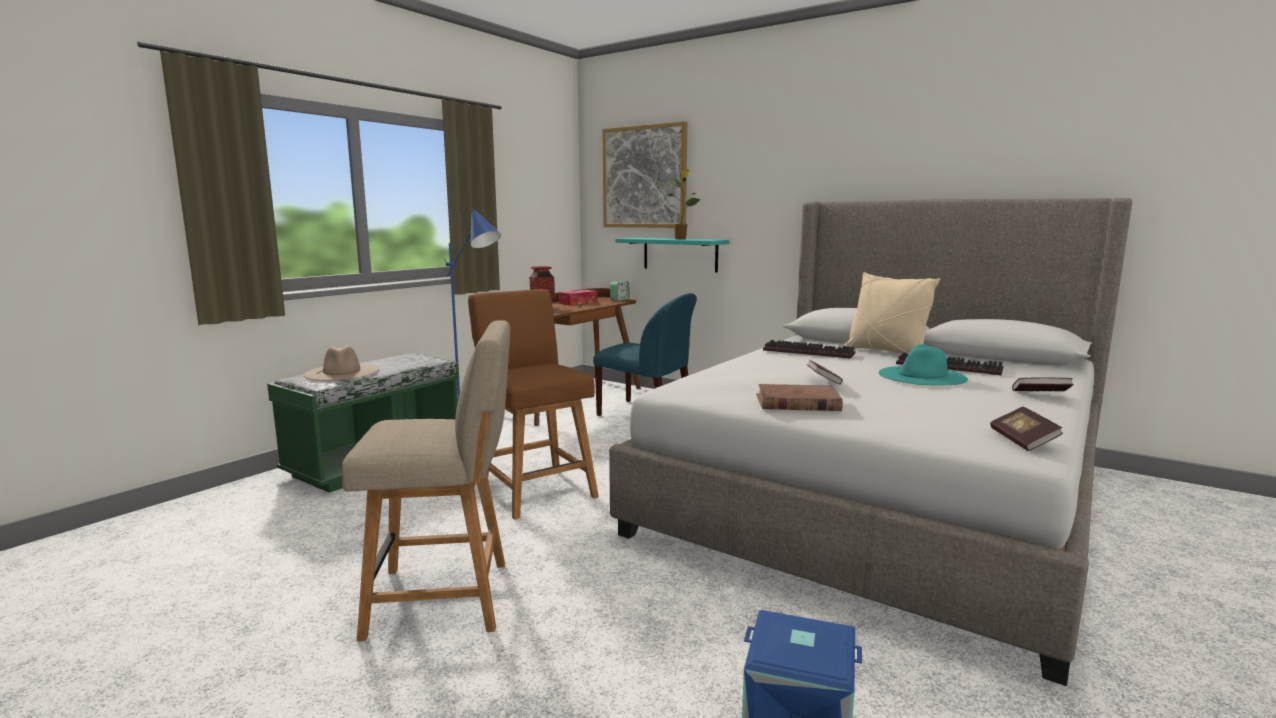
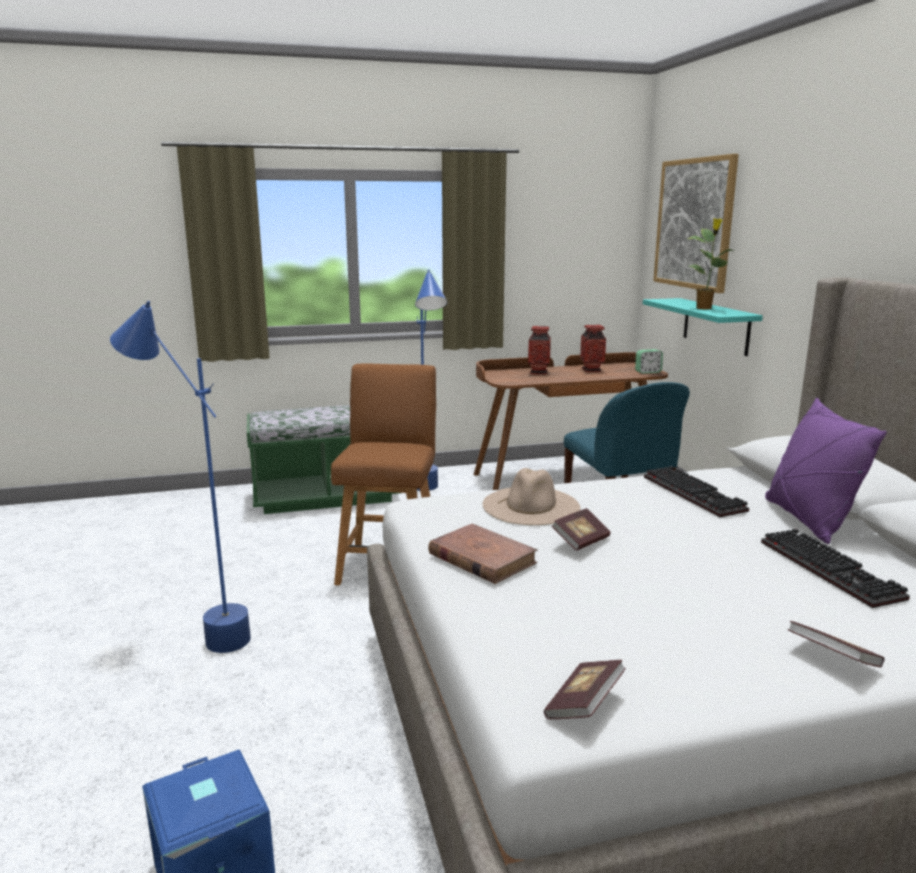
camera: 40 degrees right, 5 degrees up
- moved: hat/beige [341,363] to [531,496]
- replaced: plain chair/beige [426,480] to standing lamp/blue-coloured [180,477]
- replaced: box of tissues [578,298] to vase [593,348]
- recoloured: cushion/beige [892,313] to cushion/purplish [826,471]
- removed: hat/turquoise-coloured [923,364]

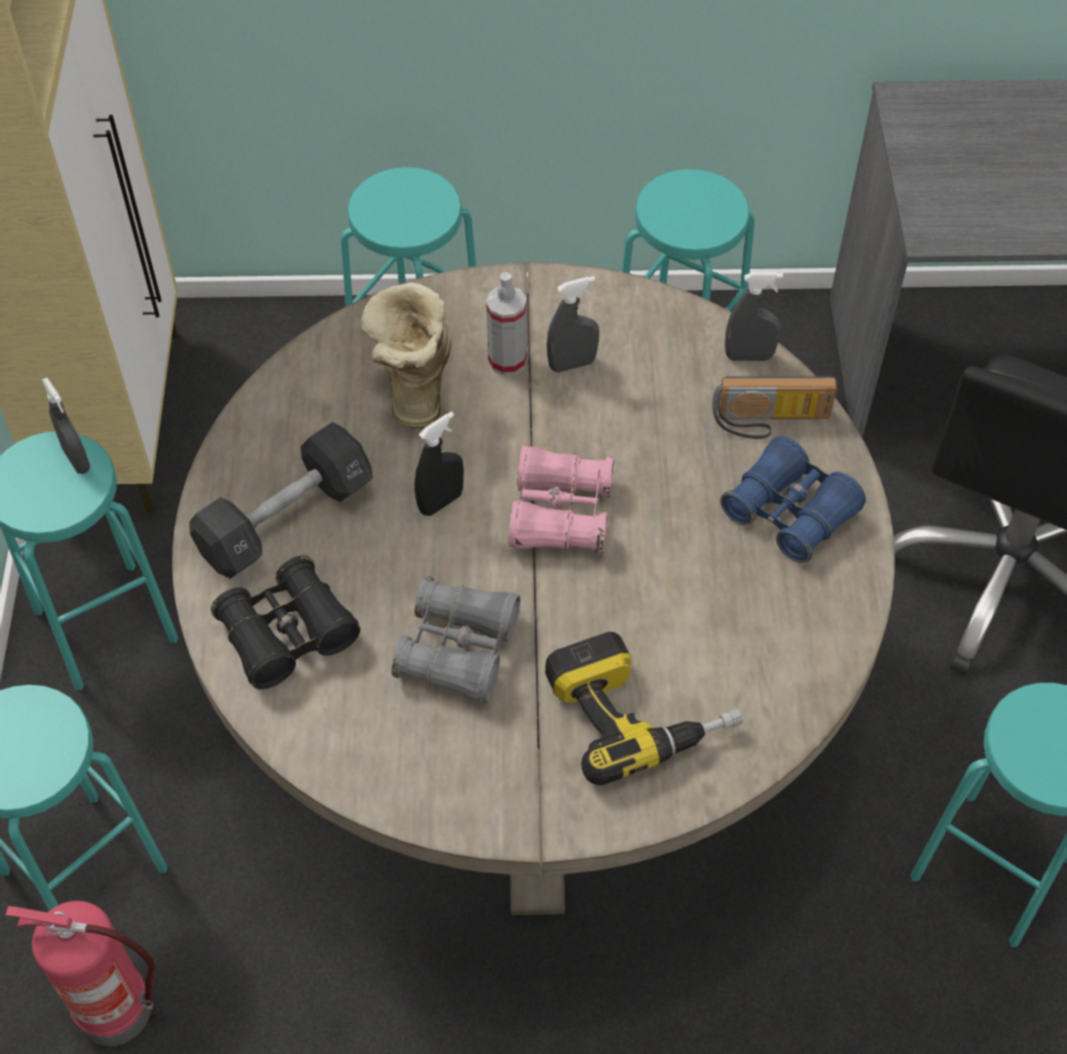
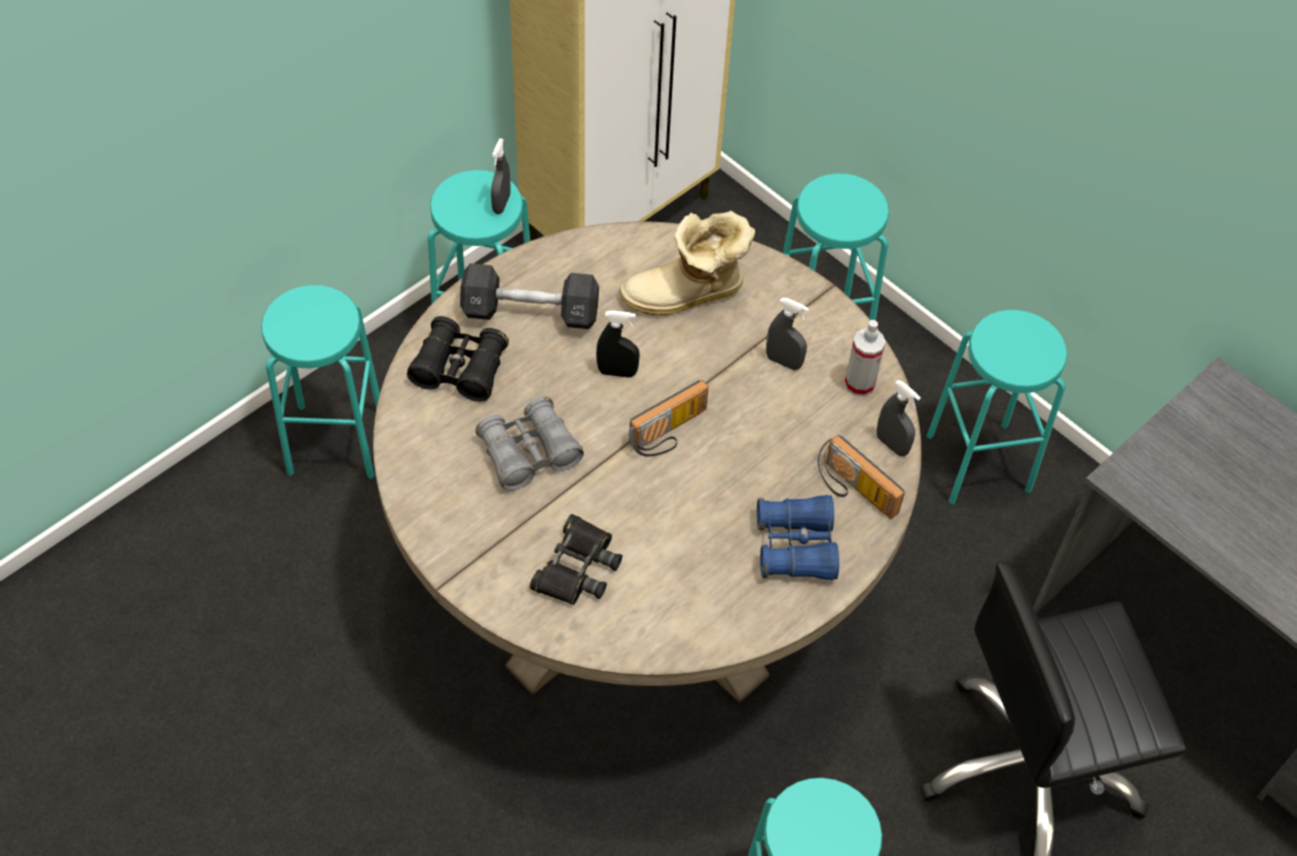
camera: 45 degrees right, 0 degrees up
- removed: extinguisher [80,973]
- turned: tall boot [406,356] = [687,263] 150 degrees counterclockwise
- moved: sprayer [506,324] to [865,358]
- replaced: pair of binoculars/pinkish [561,500] to radio [669,418]
- replaced: power drill [644,708] to pair of binoculars/black [576,559]

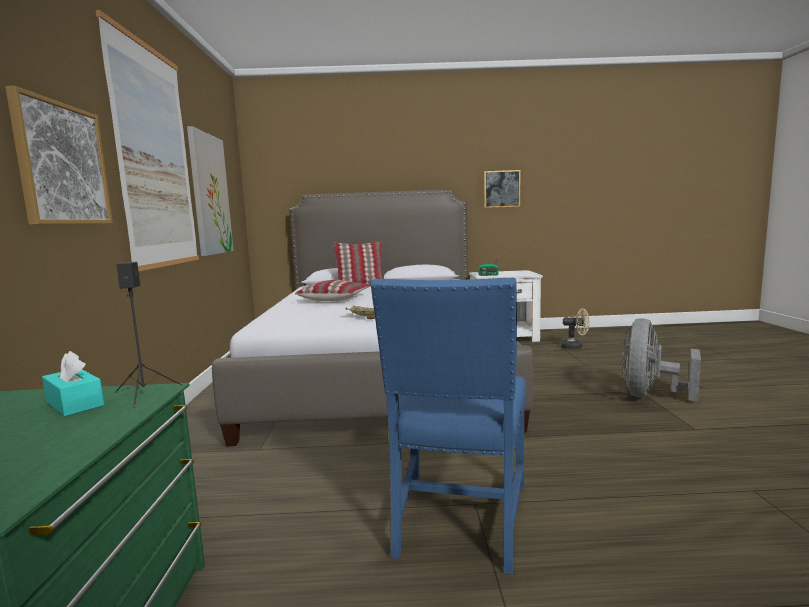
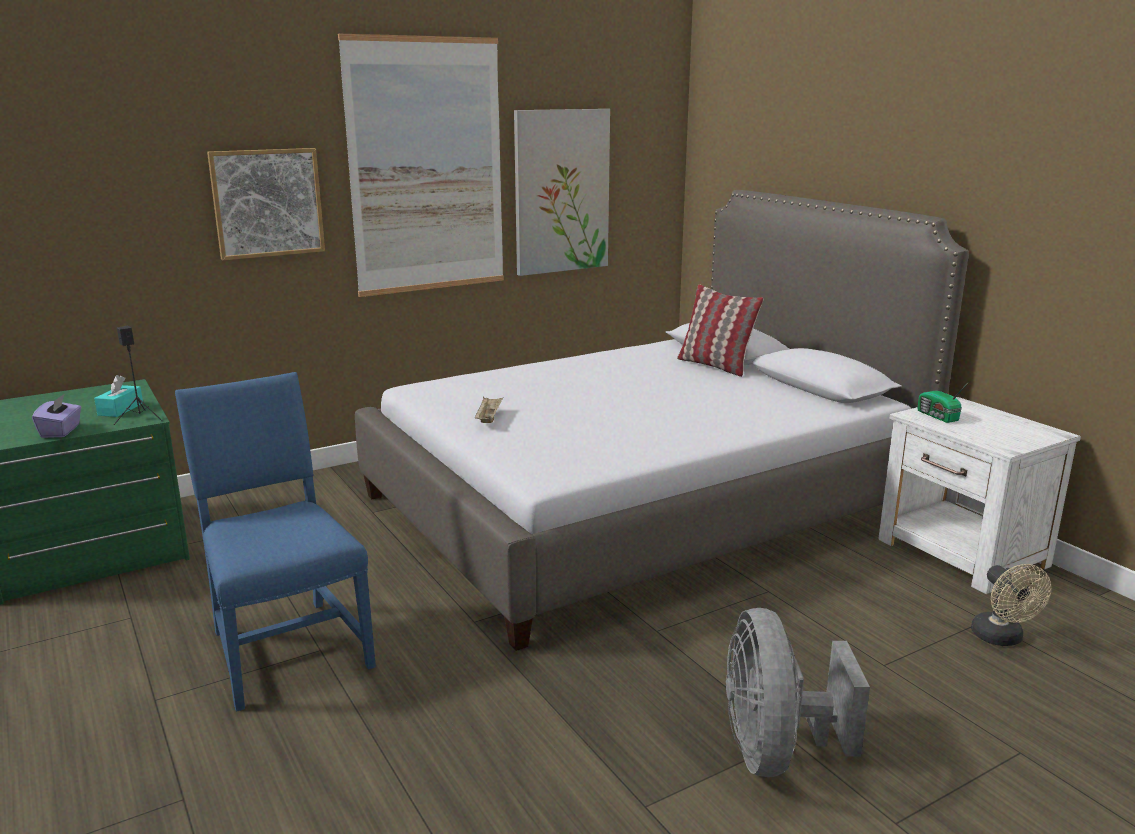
camera: 60 degrees right, 10 degrees up
- removed: cushion [332,290]
- turned: plain chair/blue-coloured [448,425] = [275,542] 75 degrees clockwise
- removed: wall picture [502,189]
- turned: electric fan/greyish [661,359] = [798,692] 90 degrees counterclockwise
- added: box of tissues/purplish [56,416]

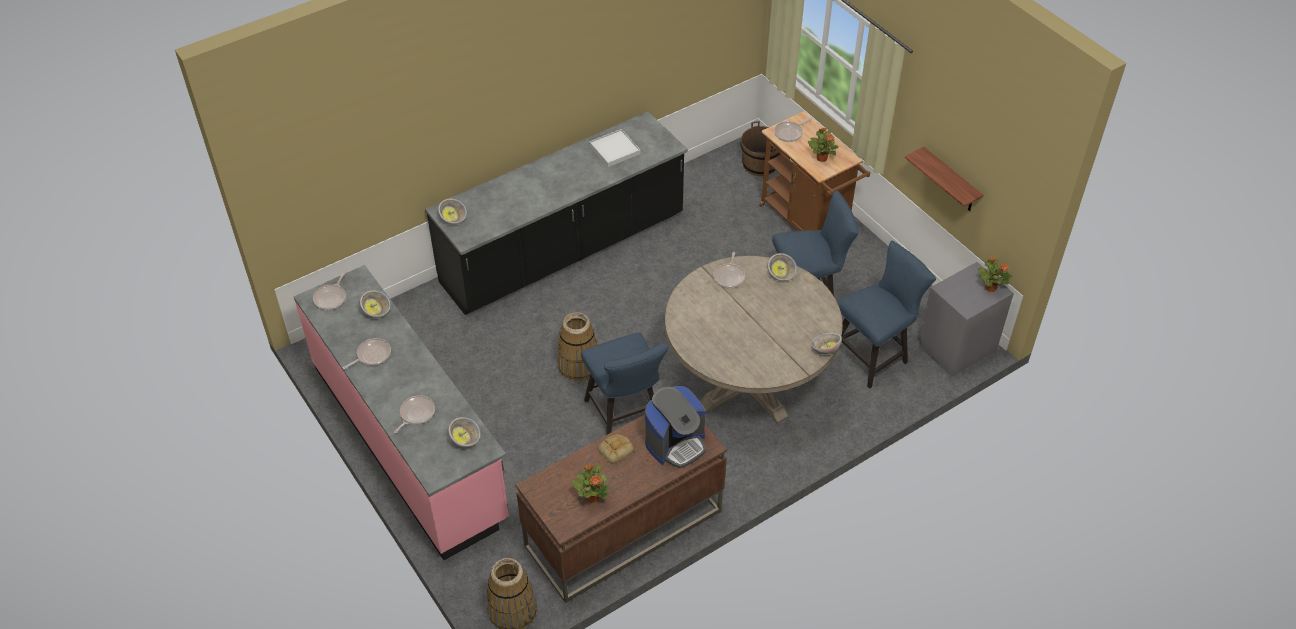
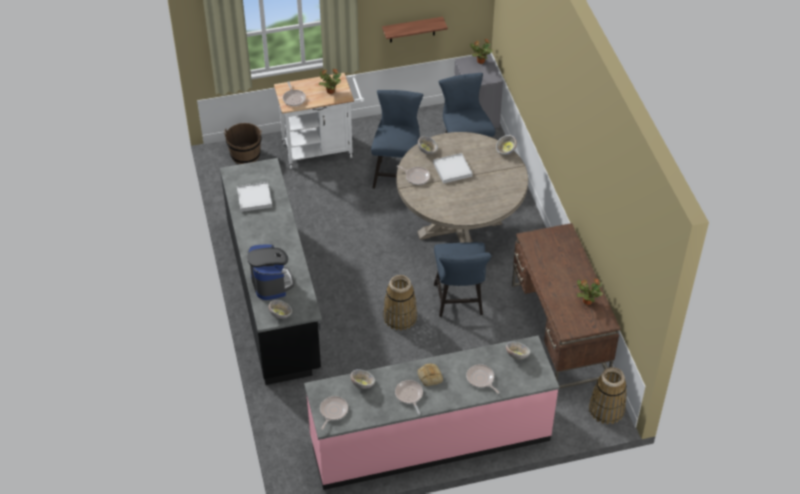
camera: 70 degrees left, 0 degrees up
- turned: skillet [329,291] = [334,413] 105 degrees counterclockwise
- turned: plain chair/blue-coloured [624,383] = [462,279] 90 degrees clockwise
- moved: bread [616,449] to [430,374]
- moved: coffee machine [675,427] to [270,272]
- recoloured: wheeled cart/brownish [814,171] to wheeled cart/white [319,120]
- added: serving tray/white [453,168]

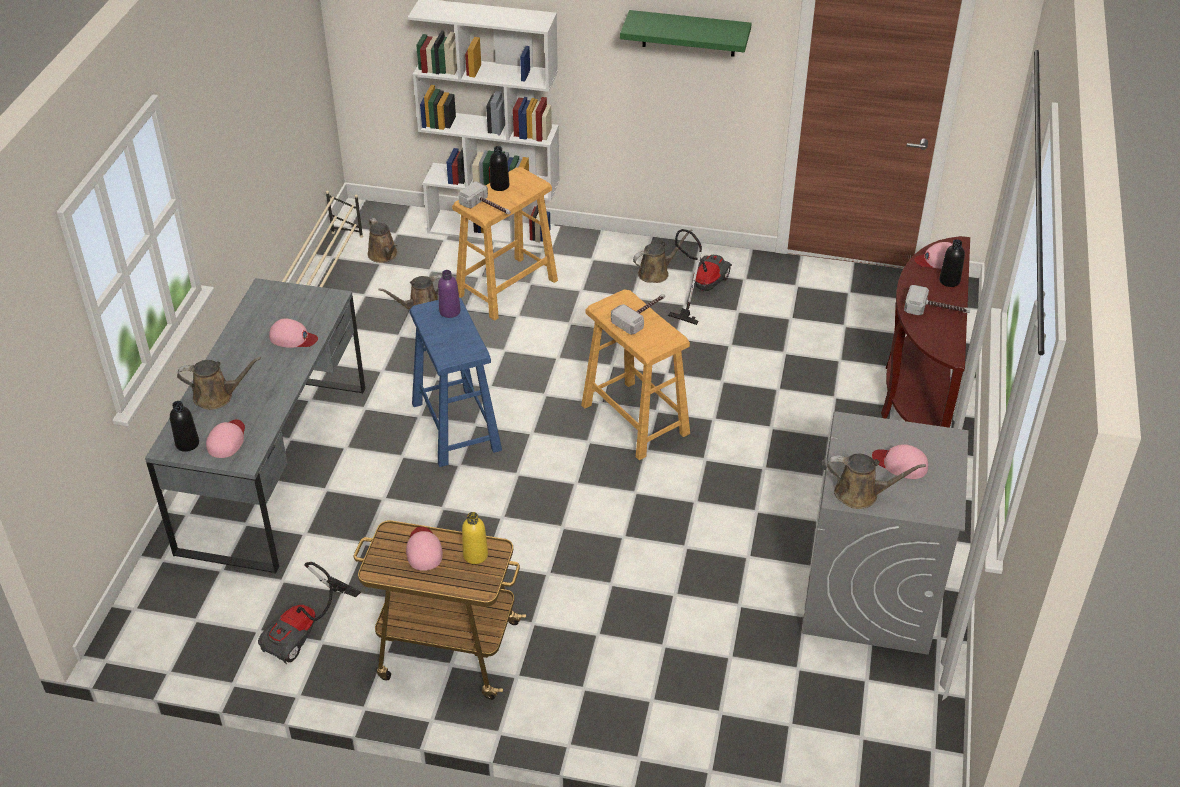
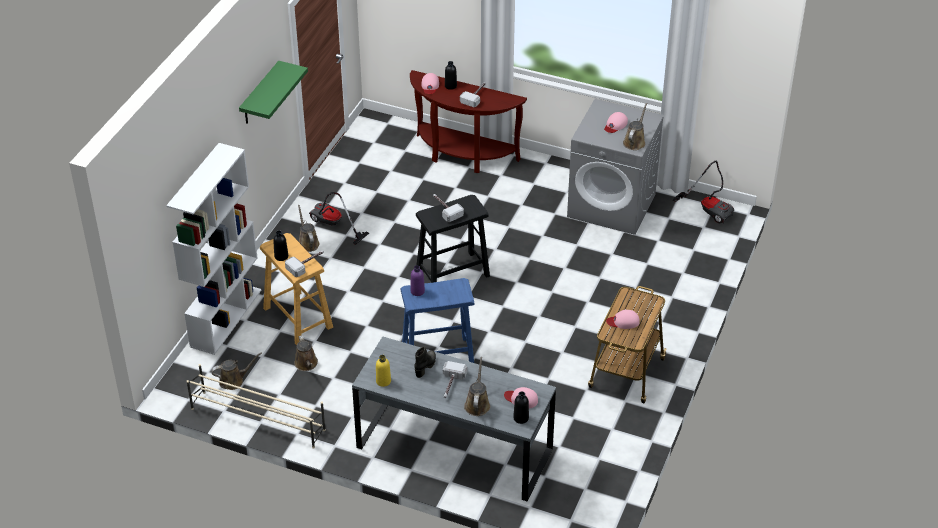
camera: 80 degrees left, 0 degrees up
- moved: vacuum cleaner [309,613] to [703,192]
- replaced: baseball cap/pinkish [293,333] to tall boot/black [425,362]
- moved: drink bottle/yellow-coloured [475,538] to [383,371]
- recoloured: stool/beige [635,374] to stool/black [453,239]
- added: tool hammer [455,379]

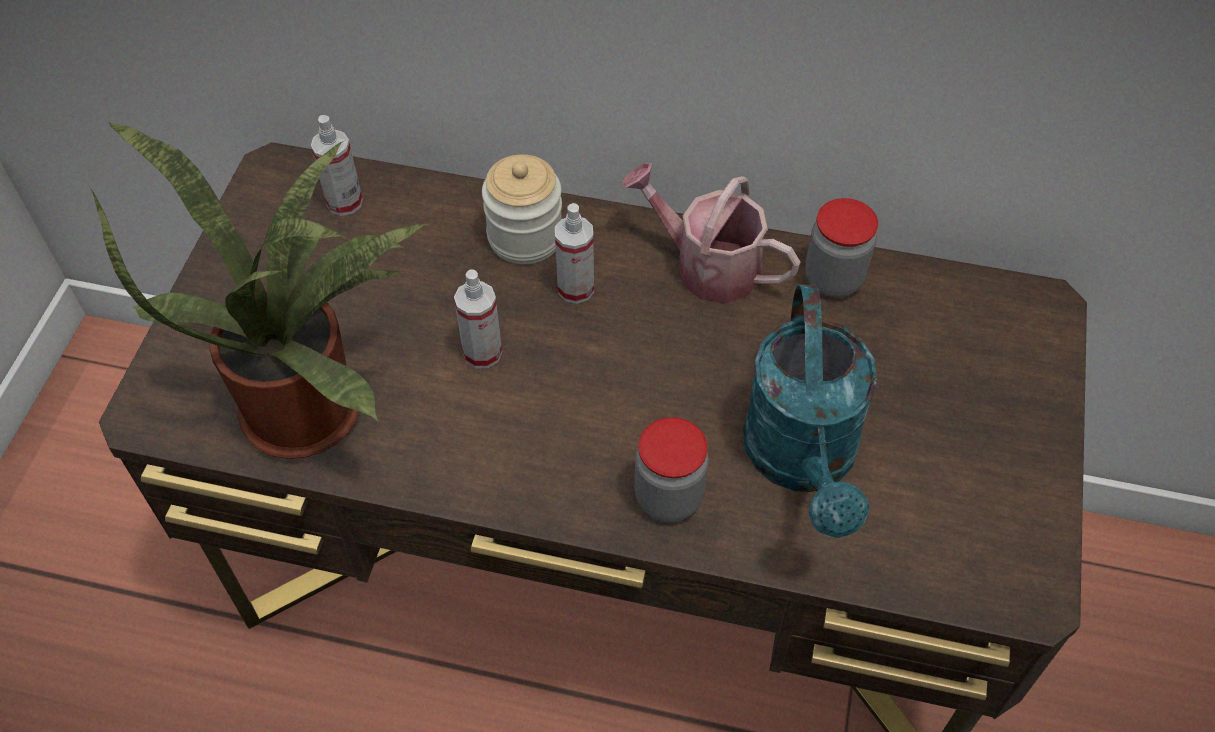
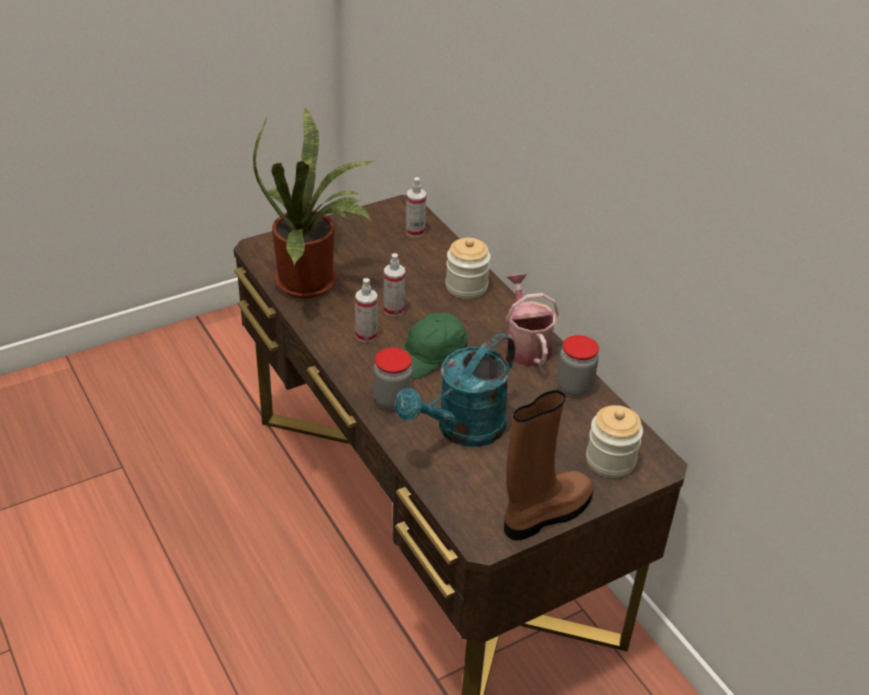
camera: 45 degrees right, 15 degrees down
- moved: sprayer [574,253] to [366,310]
- added: baseball cap/green-coloured [435,346]
- added: tall boot/brownish [548,465]
- added: preserve jar [614,441]

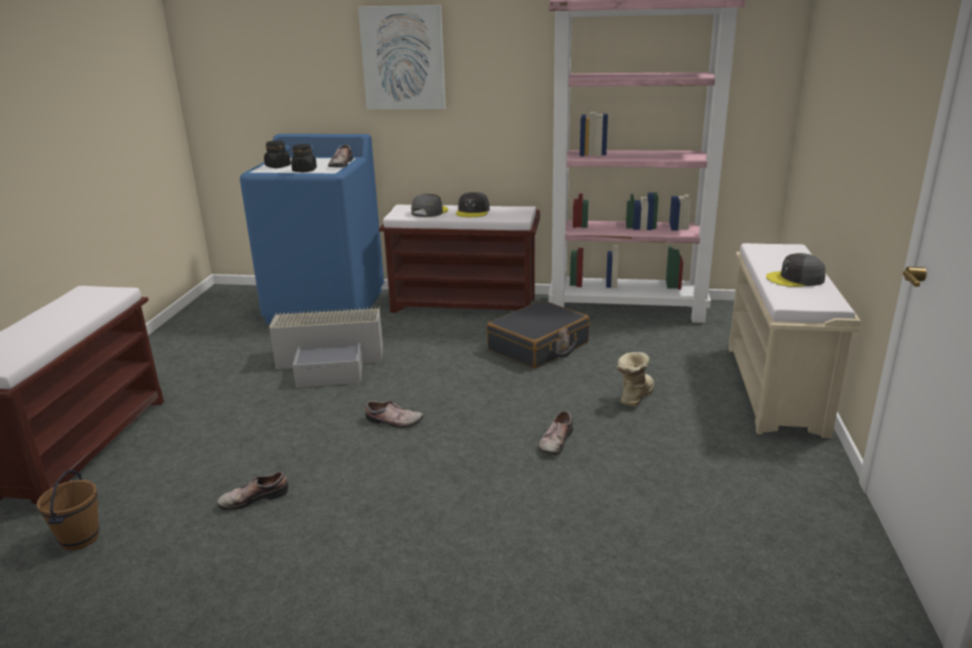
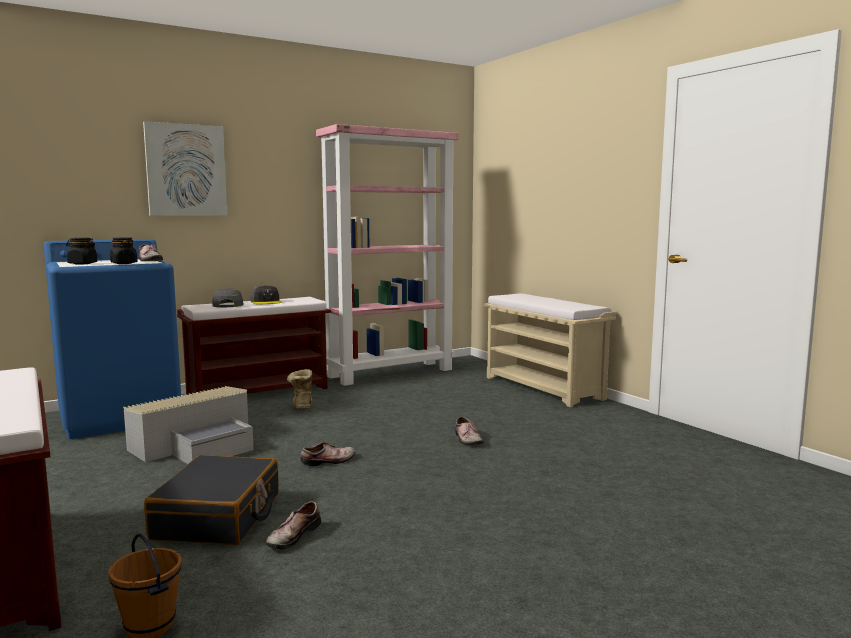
camera: 40 degrees left, 15 degrees down
- moved: piece of luggage/black [538,334] to [211,500]
- moved: tall boot [635,379] to [299,389]
- removed: baseball cap/greyish [796,270]

